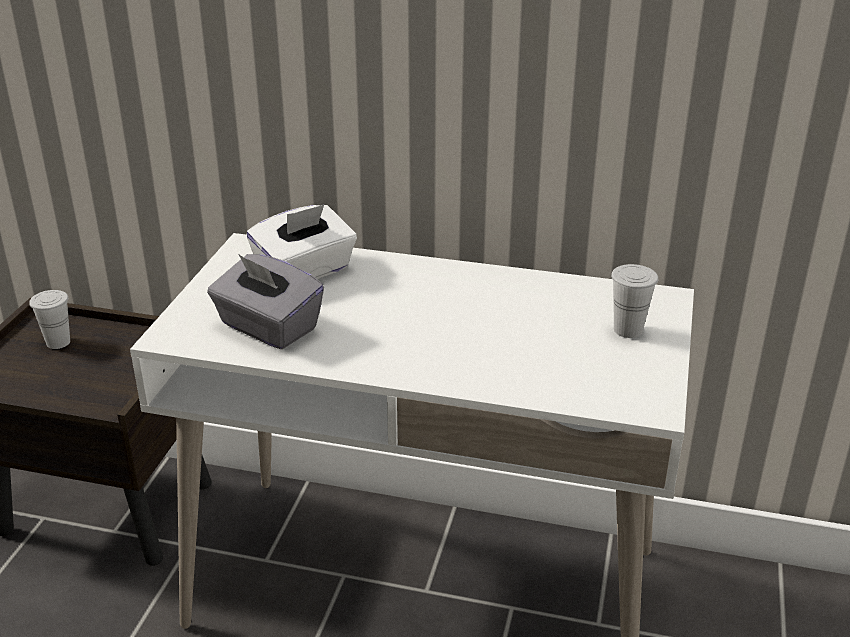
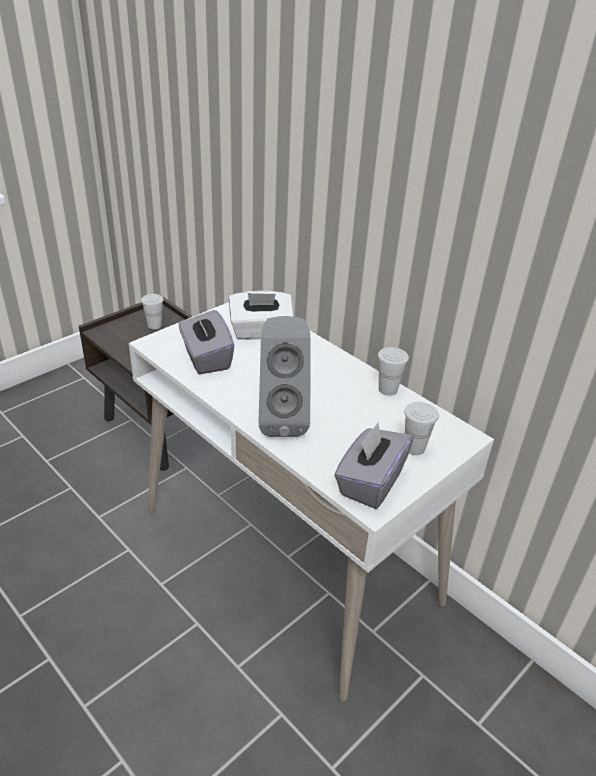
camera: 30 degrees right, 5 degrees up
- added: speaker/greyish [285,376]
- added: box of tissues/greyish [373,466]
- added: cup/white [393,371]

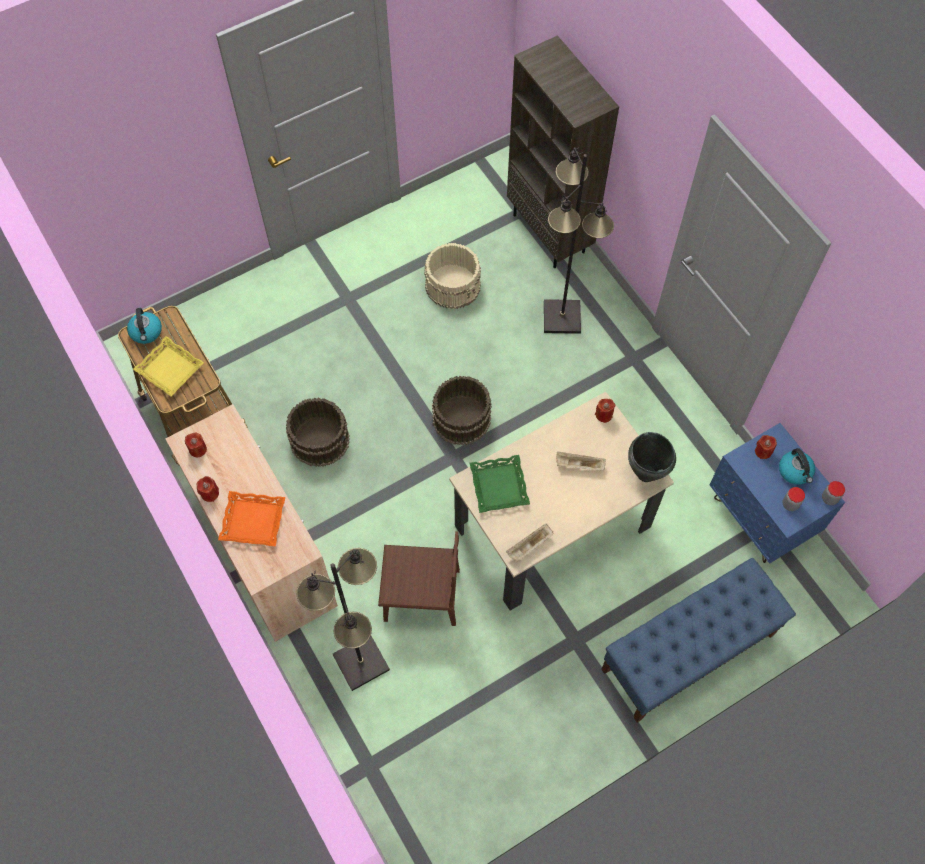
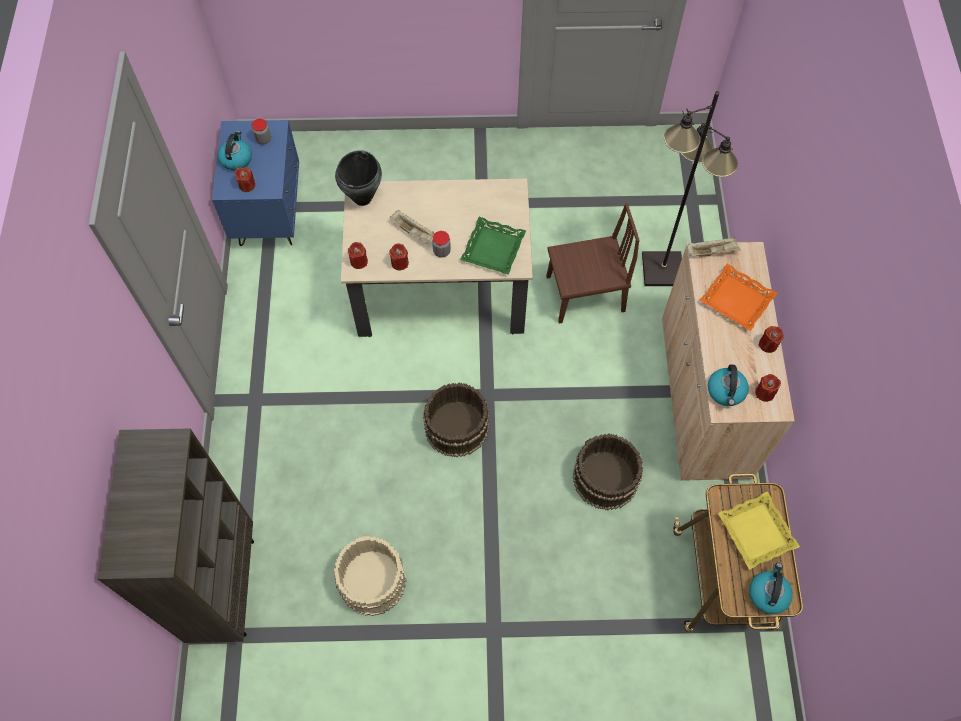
camera: 150 degrees left, 0 degrees up
- turned: plain chair/brownish [419,578] = [593,263] 135 degrees clockwise
- moved: serving tray/beige [529,542] to [714,247]
- removed: standing lamp/black [579,240]
- removed: bench/blue-coloured [698,640]
- moved: preserve jar [833,493] to [441,244]
- added: candle/red [399,256]
- added: tea kettle [728,385]

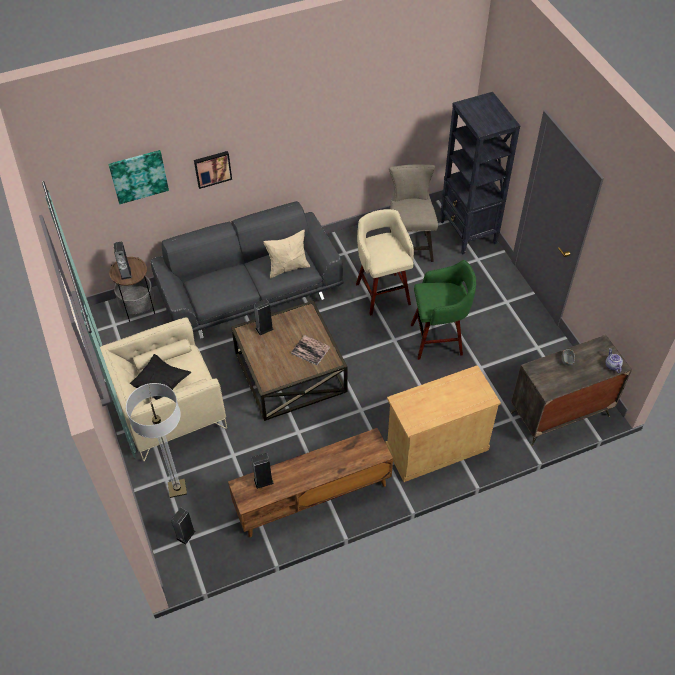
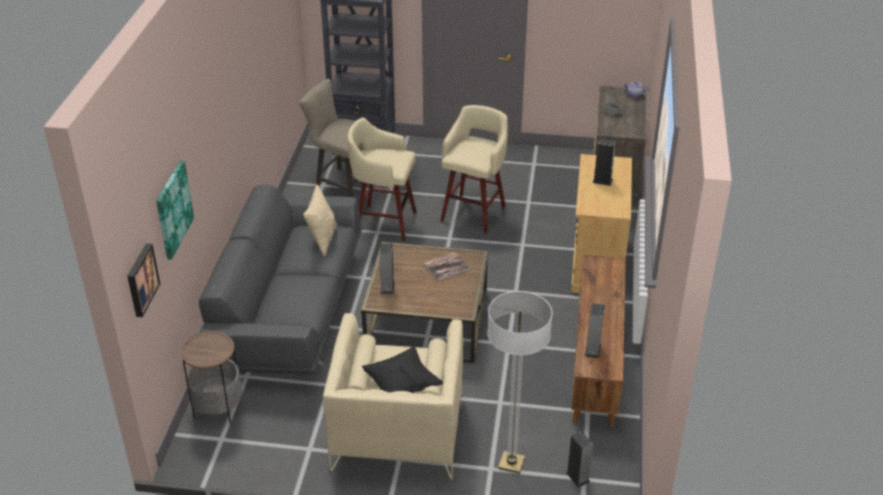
camera: 60 degrees left, 15 degrees down
- moved: speaker [123,261] to [604,162]
- moved: wall picture [213,170] to [143,280]
- recoloured: stool/green-coloured [443,310] to stool/beige [474,169]

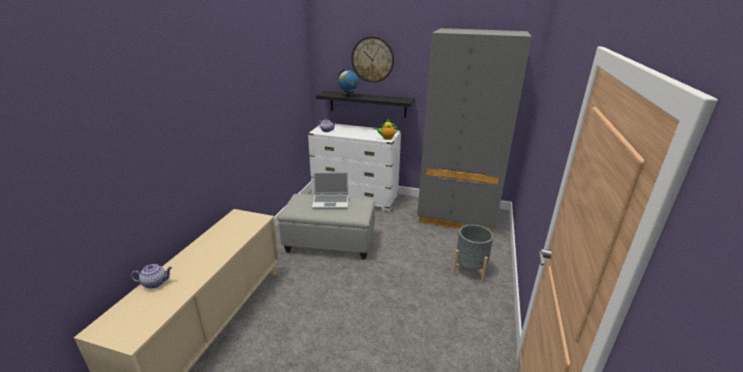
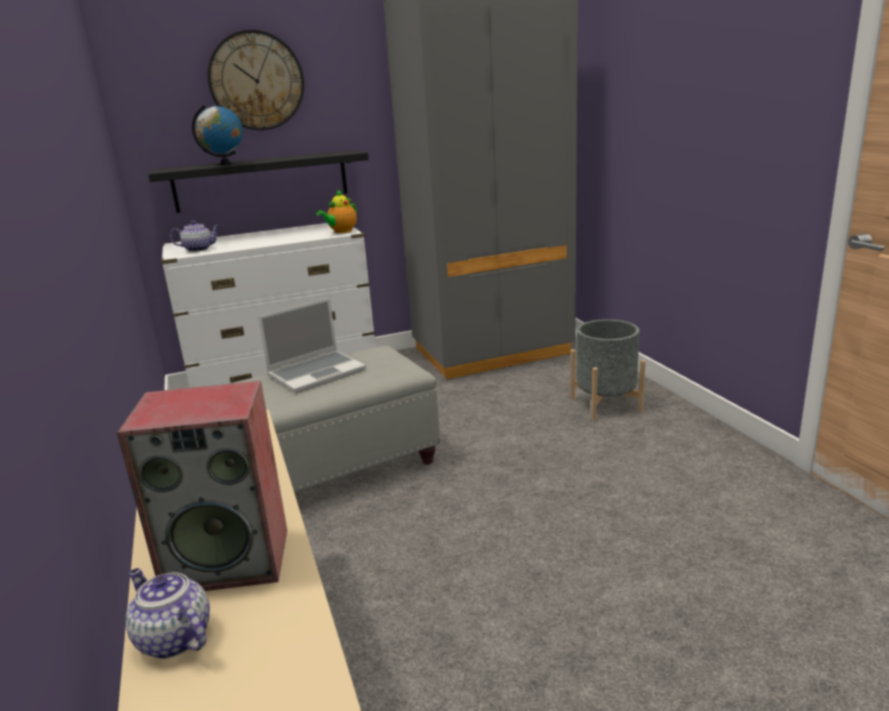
camera: 35 degrees left, 5 degrees down
- turned: pot for tea [151,276] = [168,613] 90 degrees counterclockwise
- added: speaker [202,486]

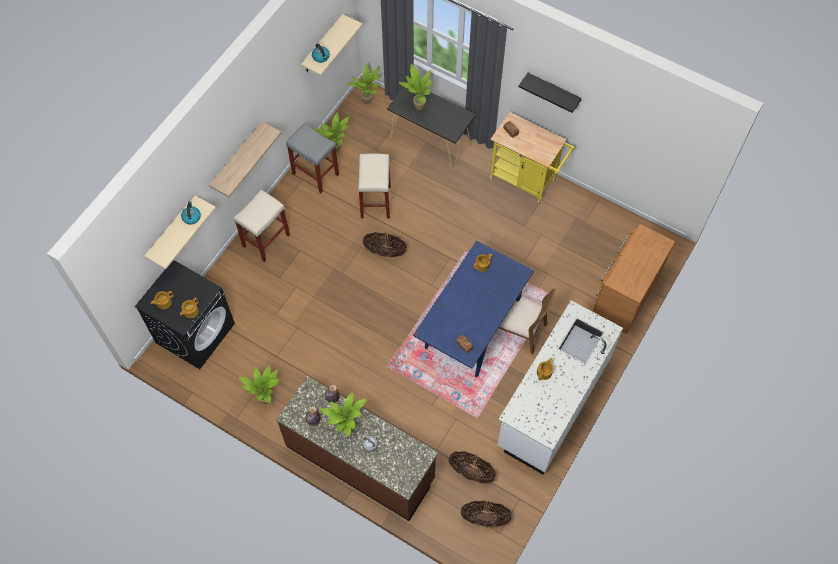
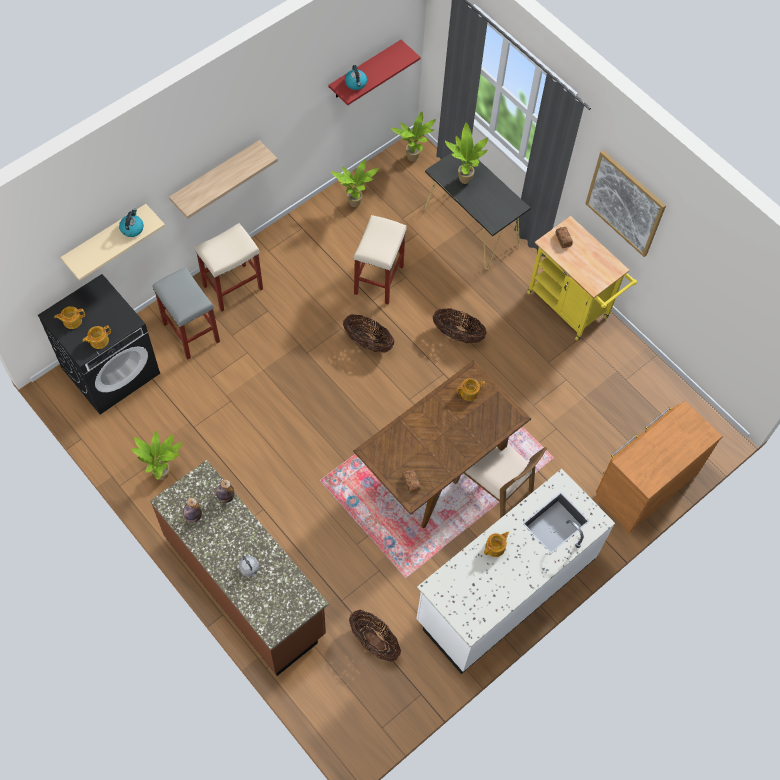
camera: 15 degrees right, 0 degrees up
- moved: stool/greyish [312,158] to [186,313]
- recoloured: wall shelf/beige [331,45] to wall shelf/red [374,72]
- removed: potted plant [343,414]
- recoloured: dining table/blue-coloured [473,309] to dining table/brownish [442,444]
- moved: storage basket [486,514] to [460,325]
- replaced: wall shelf/black [550,93] to wall picture [625,203]

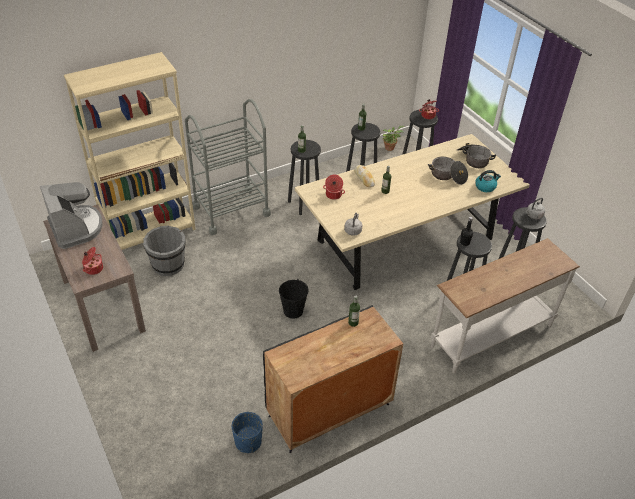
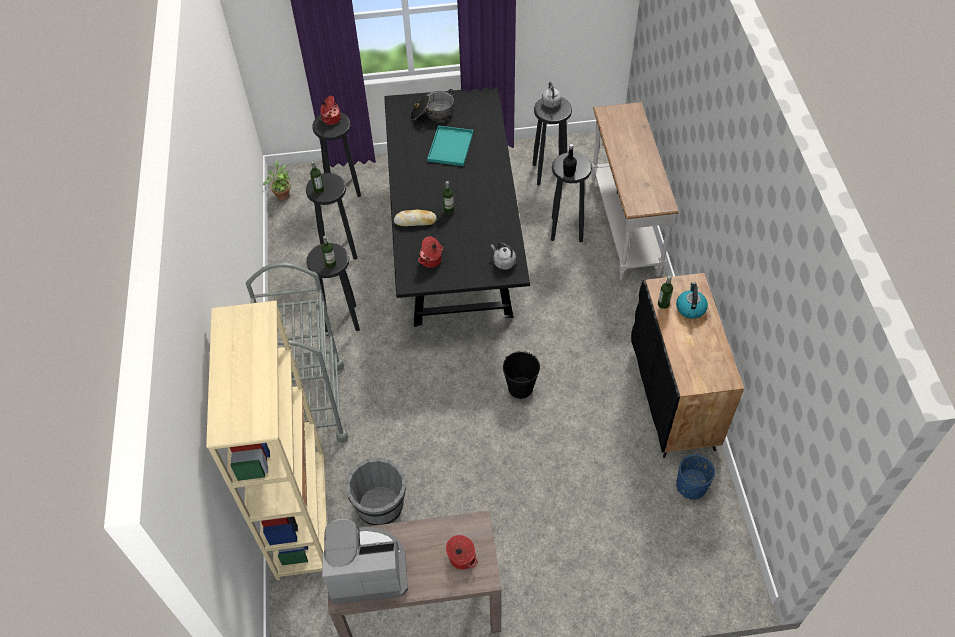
camera: 65 degrees left, 10 degrees up
- recoloured: dining table/beige [412,212] to dining table/black [457,207]
- replaced: saucepot [448,171] to serving tray/turquoise-coloured [450,145]
- moved: tea kettle [488,181] to [692,300]

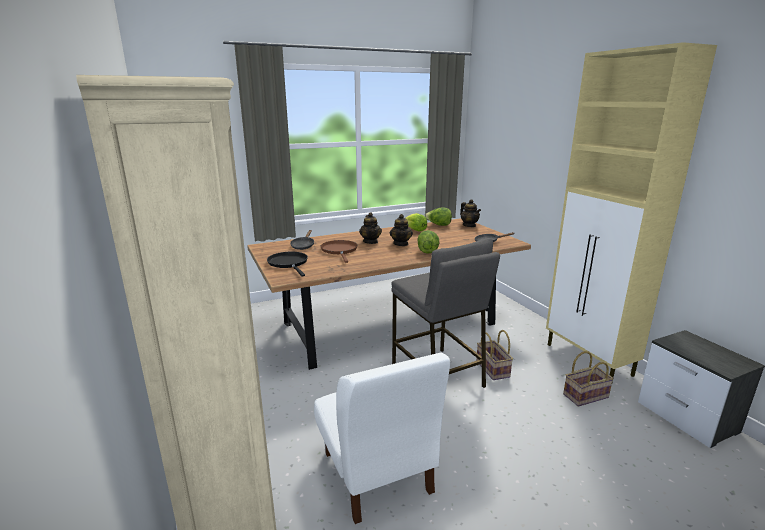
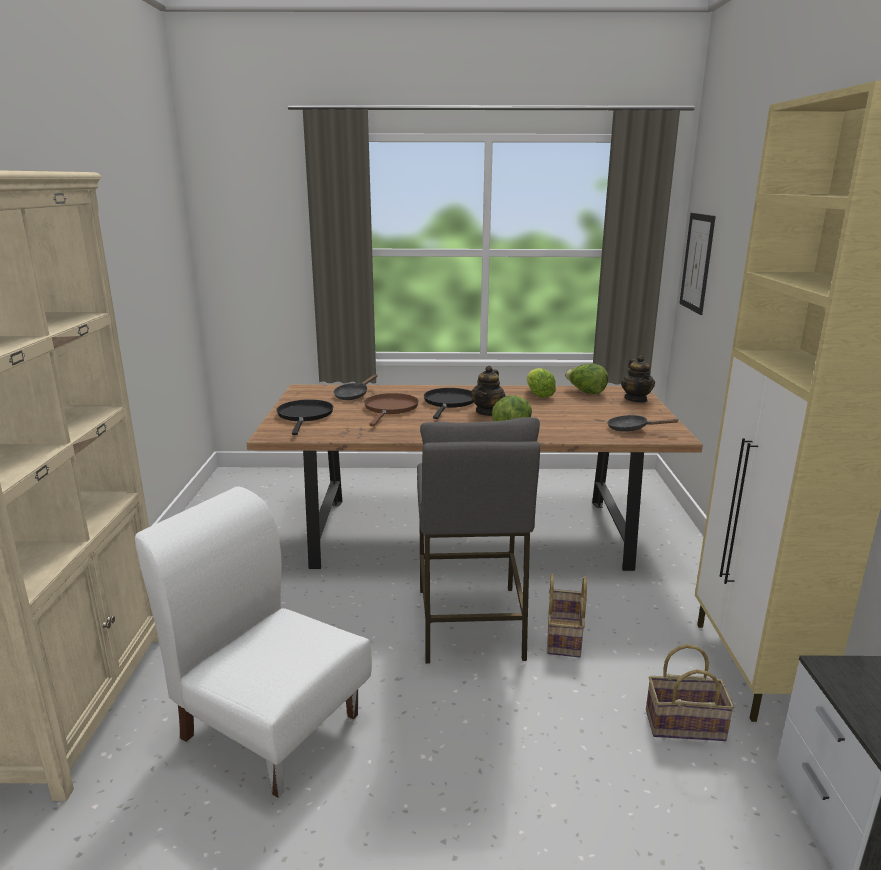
camera: 25 degrees right, 0 degrees up
- turned: plain chair/white [382,438] = [253,642] 120 degrees clockwise
- replaced: pot for tea [370,228] to skillet/black [449,403]
- added: wall picture [697,264]

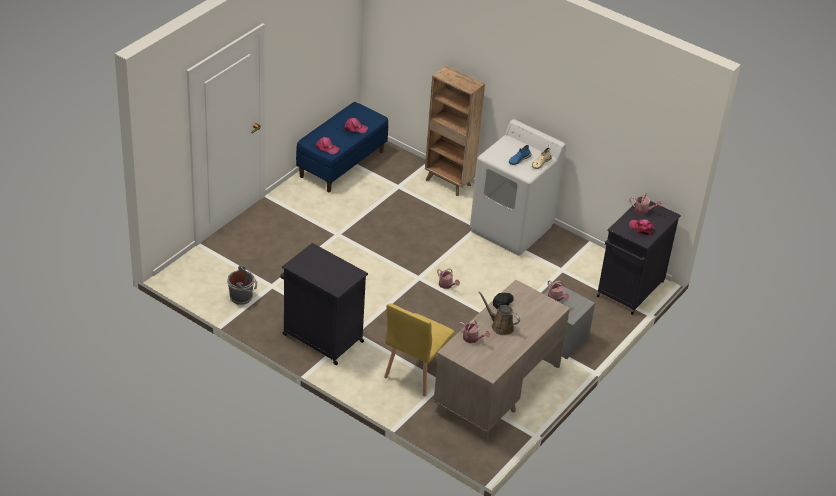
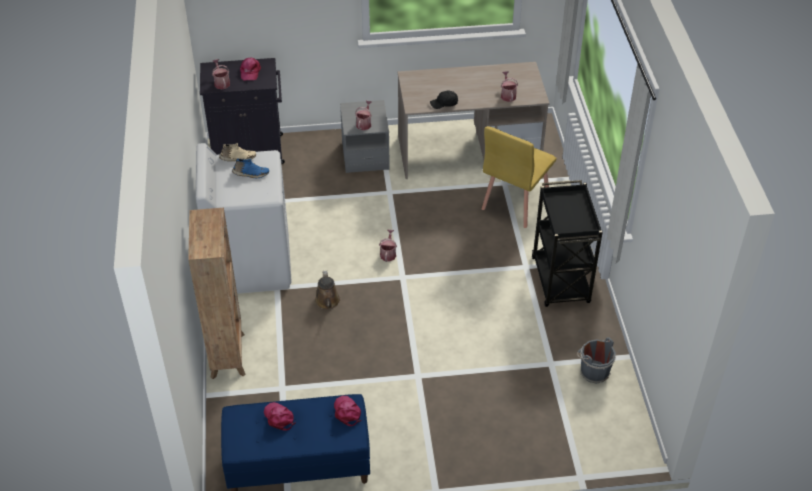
camera: 130 degrees left, 5 degrees up
- replaced: storage cabinet/black [324,304] to wheeled cart/black [567,243]
- turned: plain chair/yellow-coloured [419,350] = [519,177] 135 degrees clockwise
- moved: watering can/brownish [499,313] to [327,290]

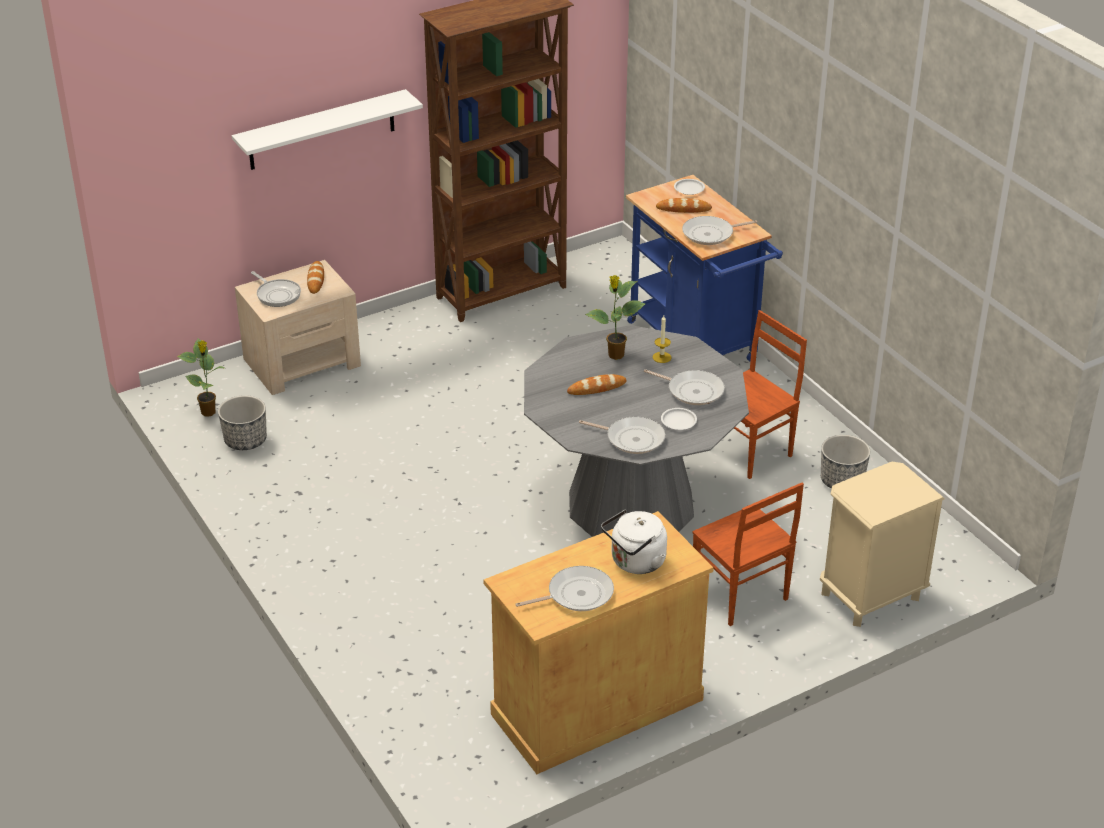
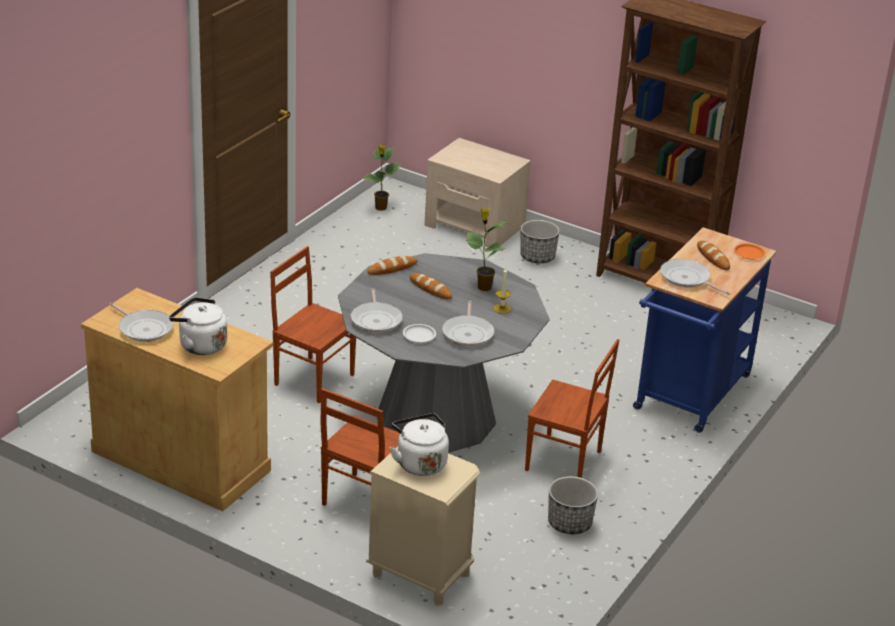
camera: 60 degrees right, 5 degrees down
- moved: plant pot [242,422] to [540,241]
- removed: wall shelf/white [327,129]
- removed: skillet [276,289]
- moved: bread [315,277] to [392,265]
- recoloured: flat dish/white [689,187] to flat dish/orange-coloured [749,251]
- added: plain chair/brownish [313,324]
- added: tea kettle/white [419,444]

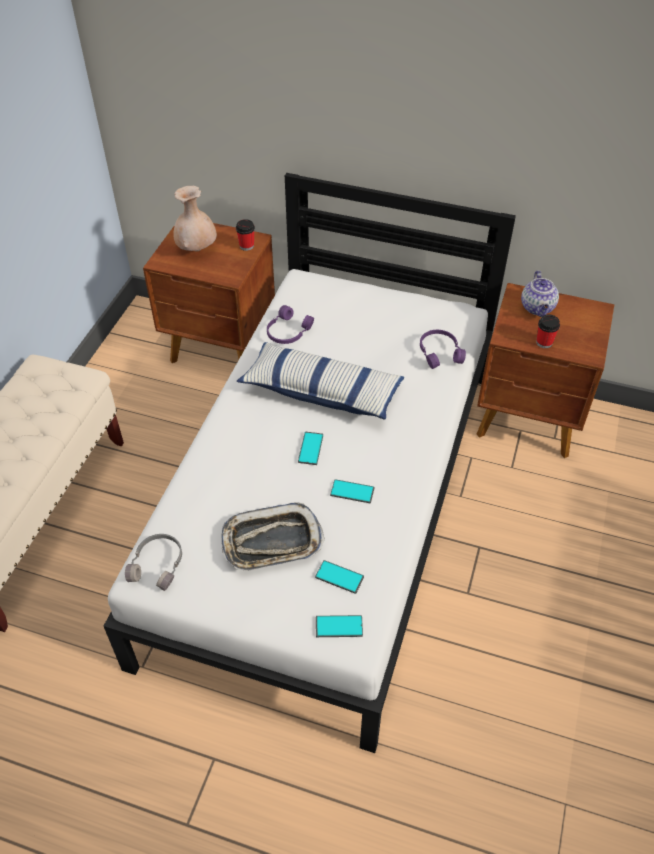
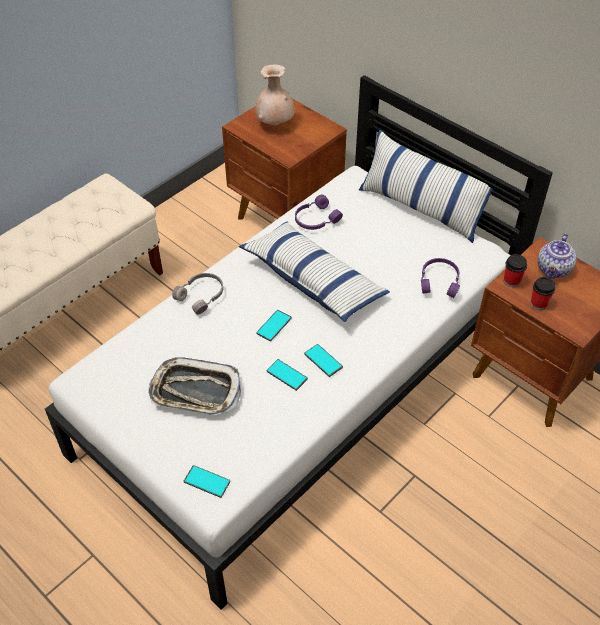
camera: 25 degrees right, 0 degrees up
- moved: headphones/greyish [153,562] to [197,294]
- moved: cup [245,235] to [515,270]
- moved: telephone [339,577] to [323,360]
- added: cushion [426,186]

